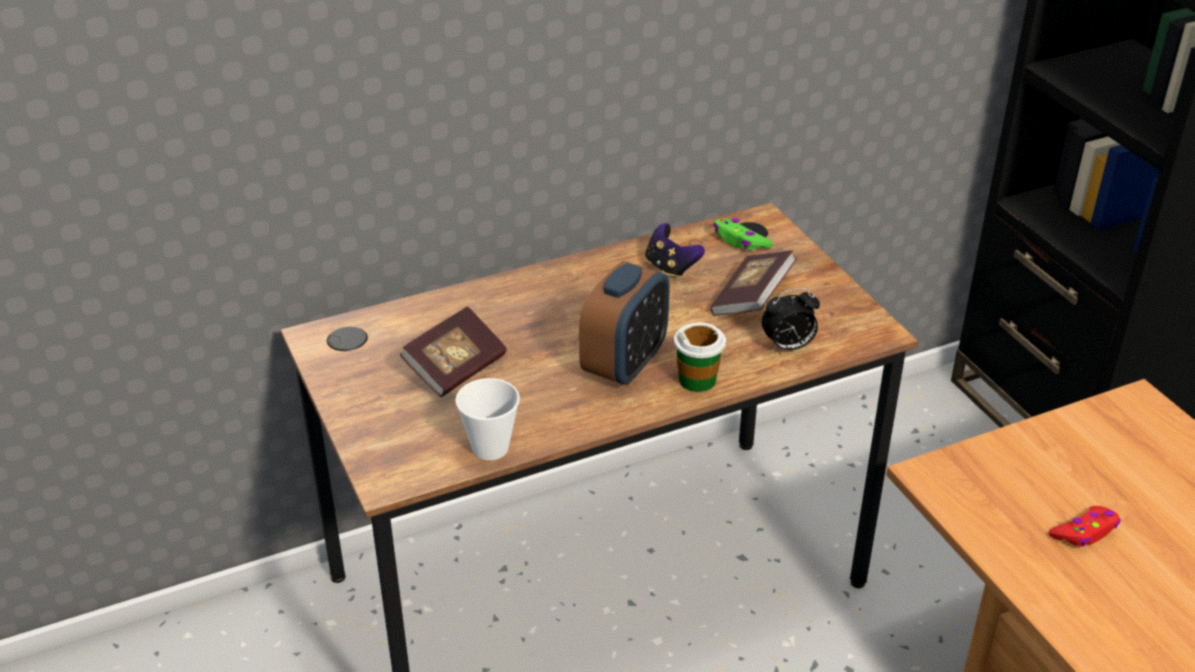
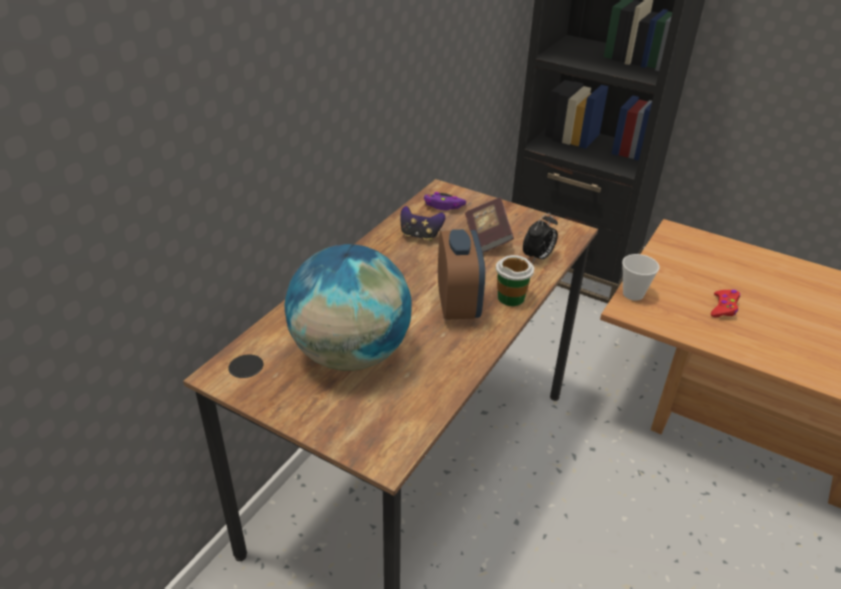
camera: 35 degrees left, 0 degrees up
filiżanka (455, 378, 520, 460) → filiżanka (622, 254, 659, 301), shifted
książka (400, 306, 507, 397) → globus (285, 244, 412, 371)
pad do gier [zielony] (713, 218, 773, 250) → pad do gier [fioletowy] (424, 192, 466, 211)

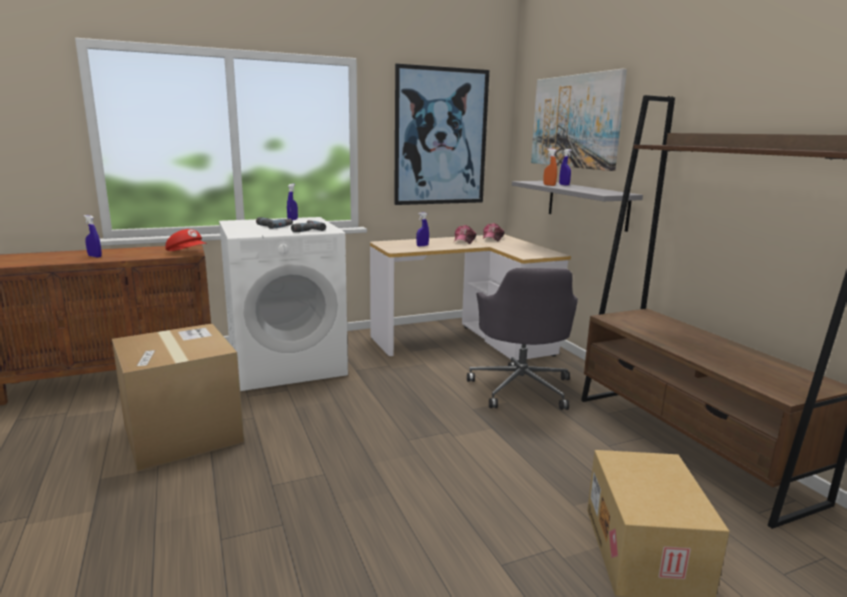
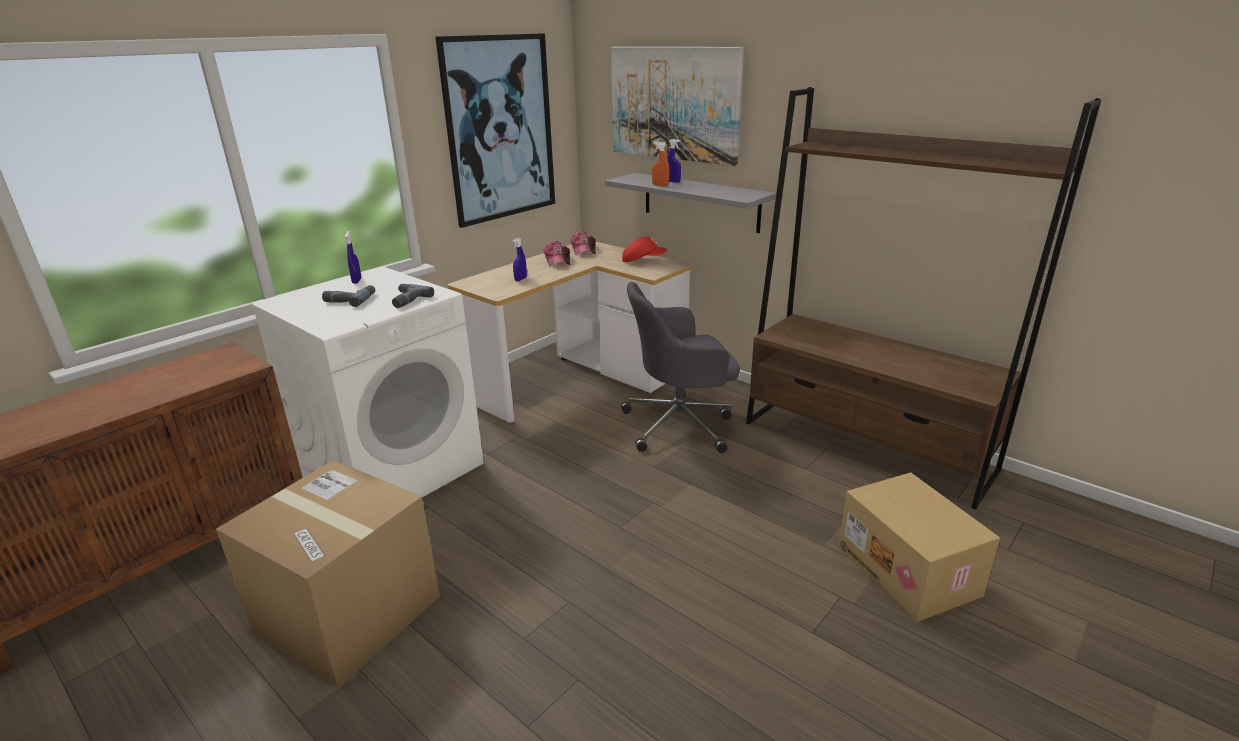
camera: 25 degrees left, 10 degrees up
spryskiwacz [niebieski] (84, 215, 102, 258) → -
czapka z daszkiem [czerwony] (165, 229, 207, 251) → czapka z daszkiem [czerwony] (622, 236, 667, 262), shifted
krzesło biurowe [szary] (467, 268, 578, 410) → krzesło biurowe [szary] (621, 282, 740, 453), 105 degrees clockwise

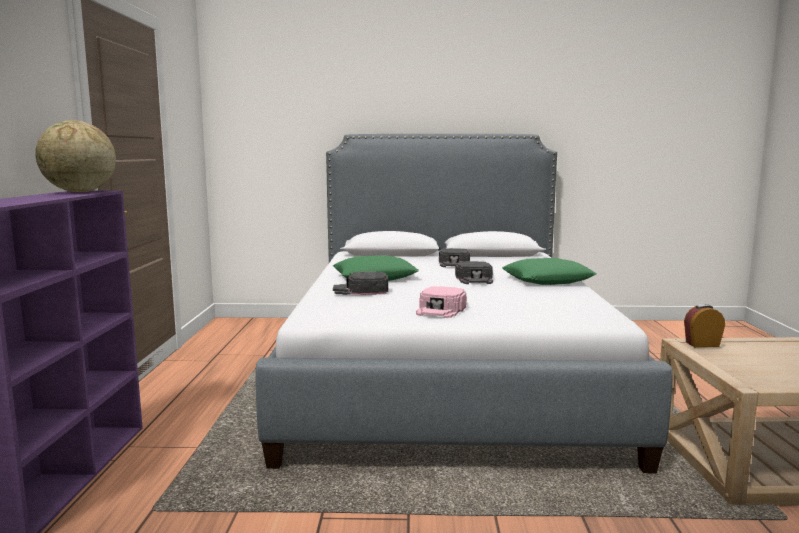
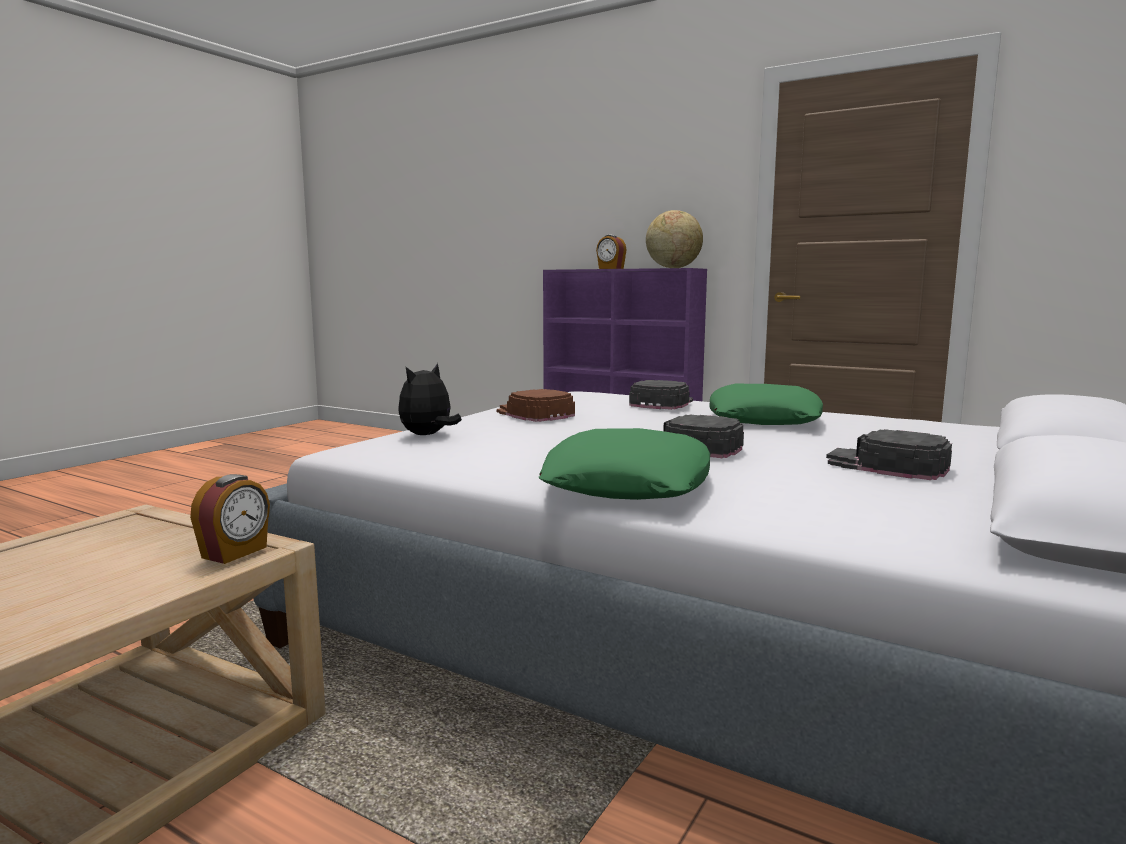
camera: 120 degrees right, 0 degrees up
- → pluszak (398, 363, 462, 435)
- → budzik (596, 235, 626, 269)
czapka z daszkiem [różowy] (416, 286, 467, 318) → czapka z daszkiem [brązowy] (496, 389, 575, 422)

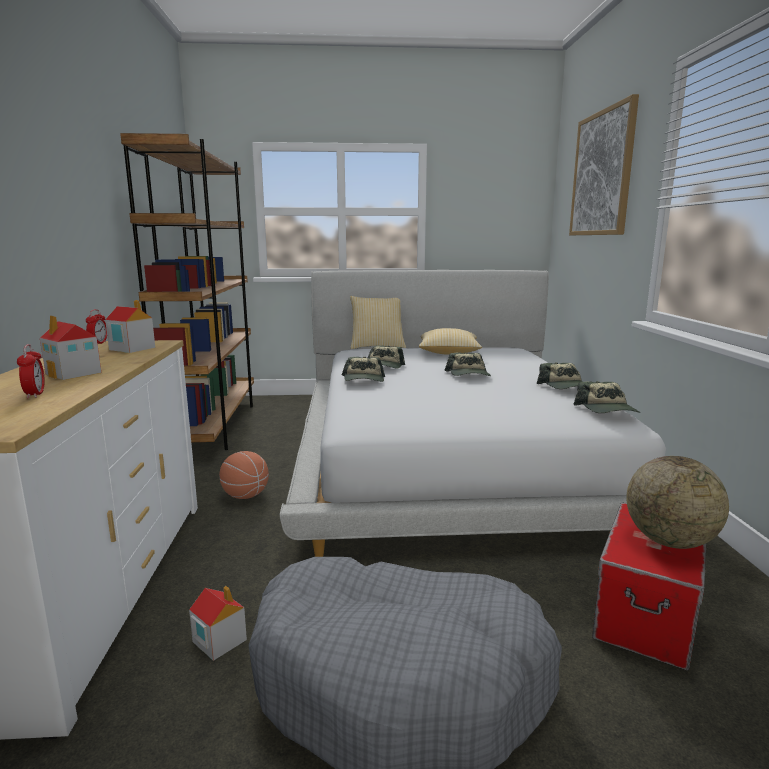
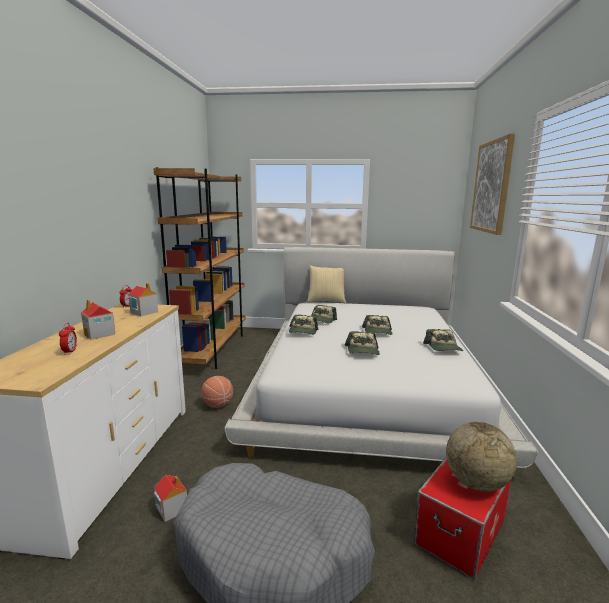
camera: 10 degrees right, 0 degrees up
poduszka (419, 328, 482, 355) → -
czapka z daszkiem (573, 381, 641, 413) → czapka z daszkiem (344, 331, 380, 355), shifted

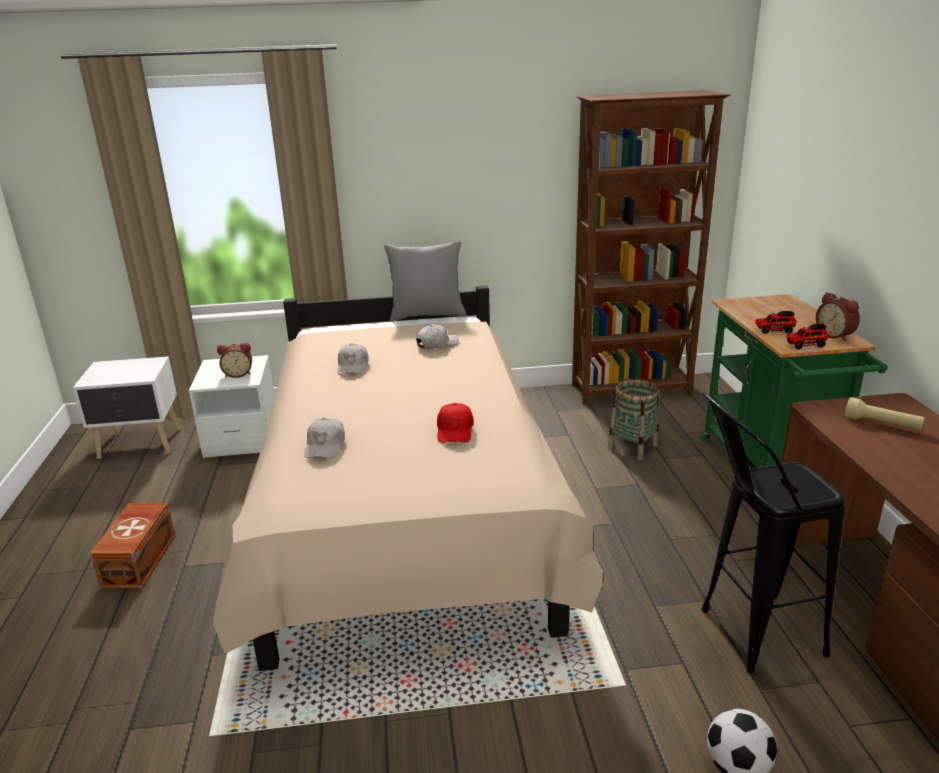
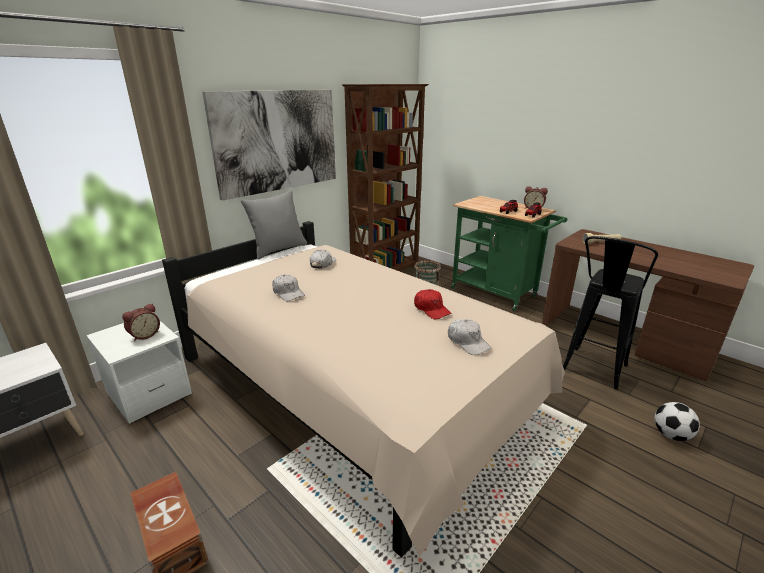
camera: 40 degrees left, 0 degrees up
- → obraz (202, 90, 336, 201)
czapka z daszkiem [biały] (304, 417, 345, 458) → czapka z daszkiem [biały] (448, 319, 492, 355), shifted

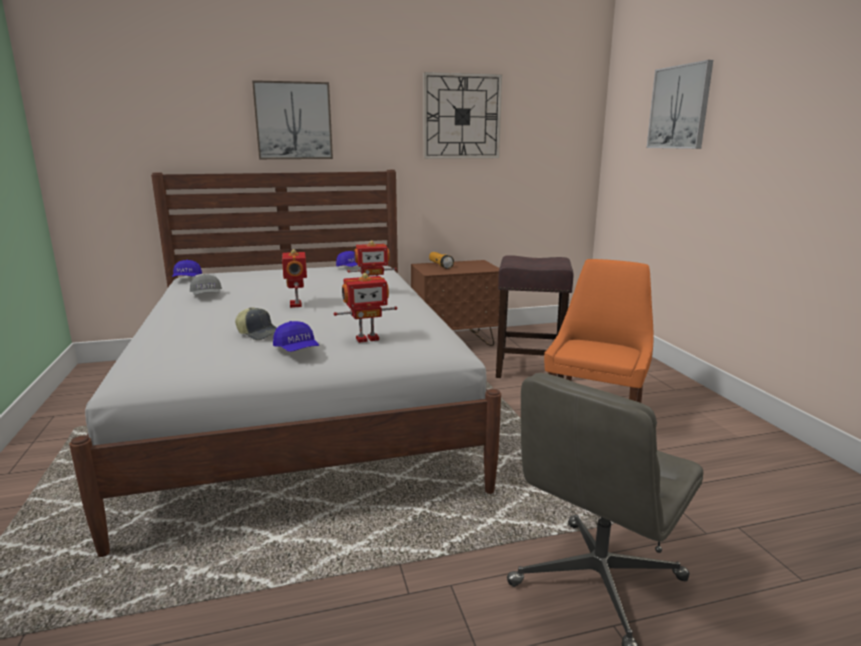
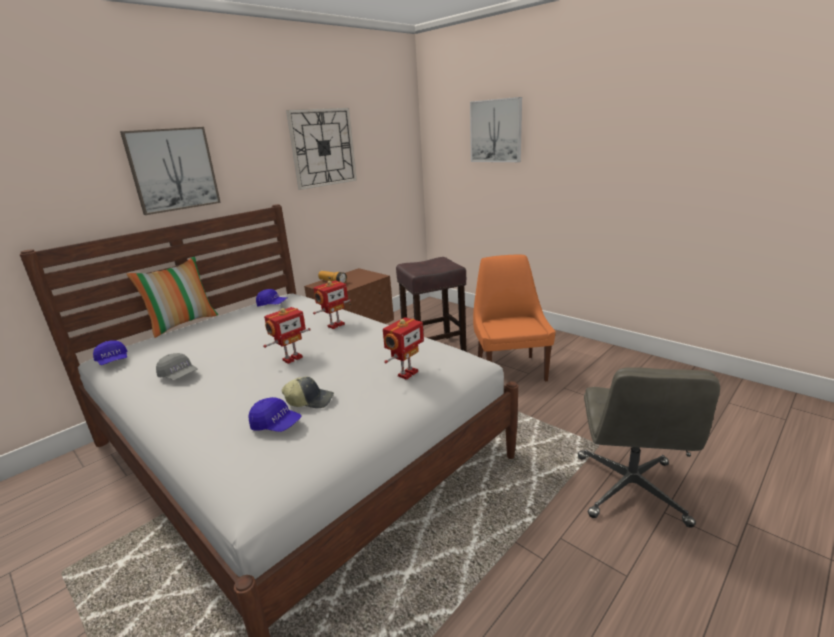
camera: 30 degrees left, 5 degrees up
- → poduszka (127, 257, 218, 338)
czapka z daszkiem [niebieski] (273, 321, 319, 352) → czapka z daszkiem [niebieski] (249, 397, 302, 432), shifted
robot zabawkowy (282, 249, 307, 308) → robot zabawkowy (263, 307, 311, 364), 90 degrees counterclockwise

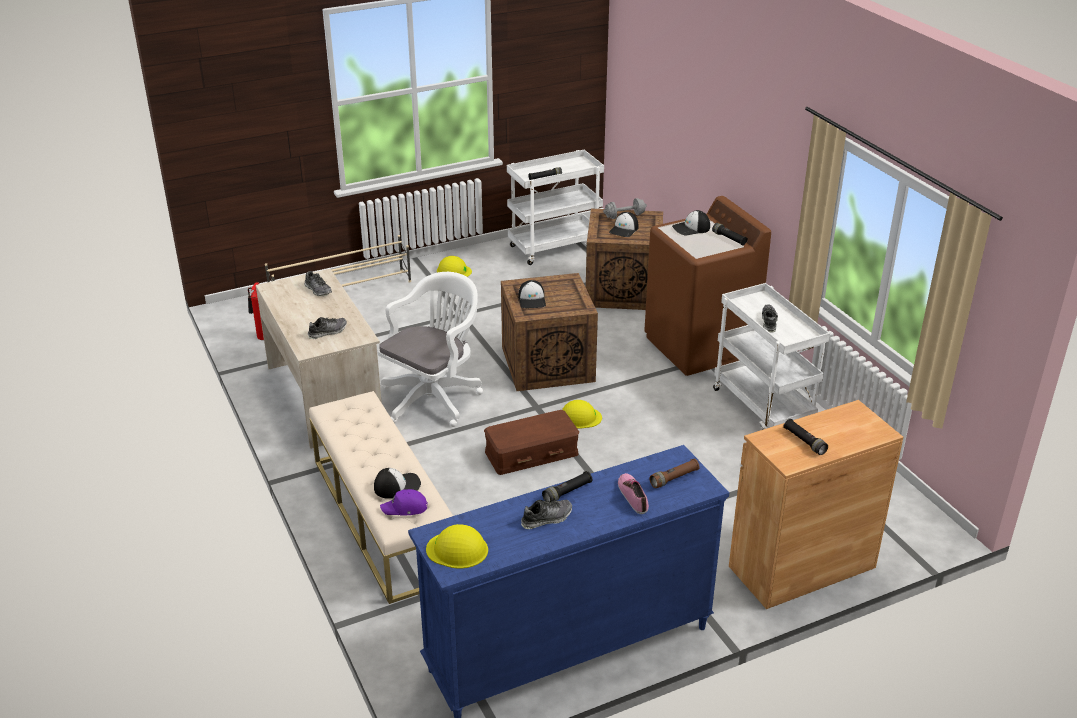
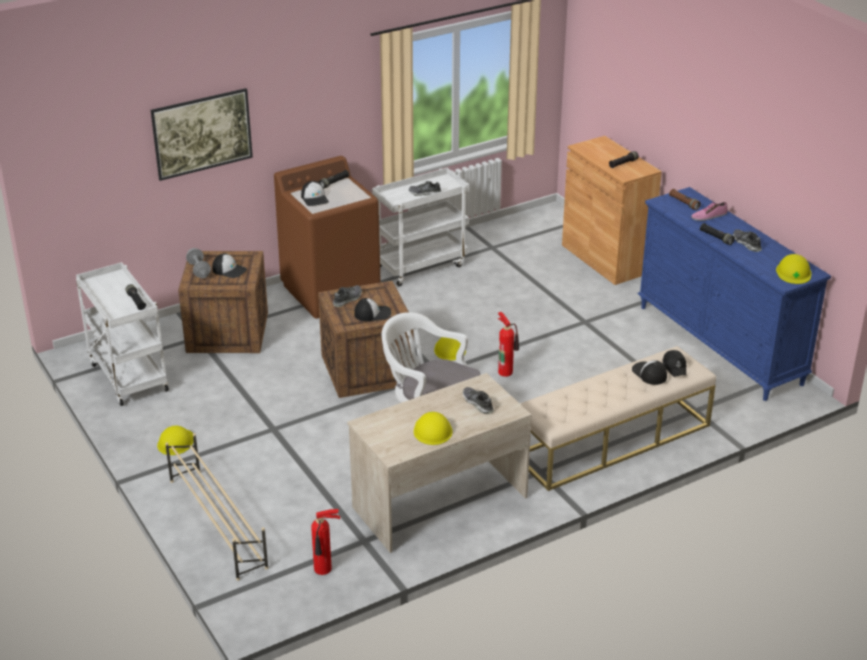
camera: 95 degrees left, 0 degrees up
- → obraz (151, 88, 253, 181)
- → kask [żółty] (414, 412, 452, 445)
but (304, 271, 332, 296) → but (333, 285, 362, 307), shifted
pojemnik do przechowywania [brązowy] (484, 410, 579, 475) → gaśnica (498, 312, 519, 377)
czapka z daszkiem [fioletowy] (380, 489, 428, 516) → czapka z daszkiem [czarny] (663, 350, 687, 377)

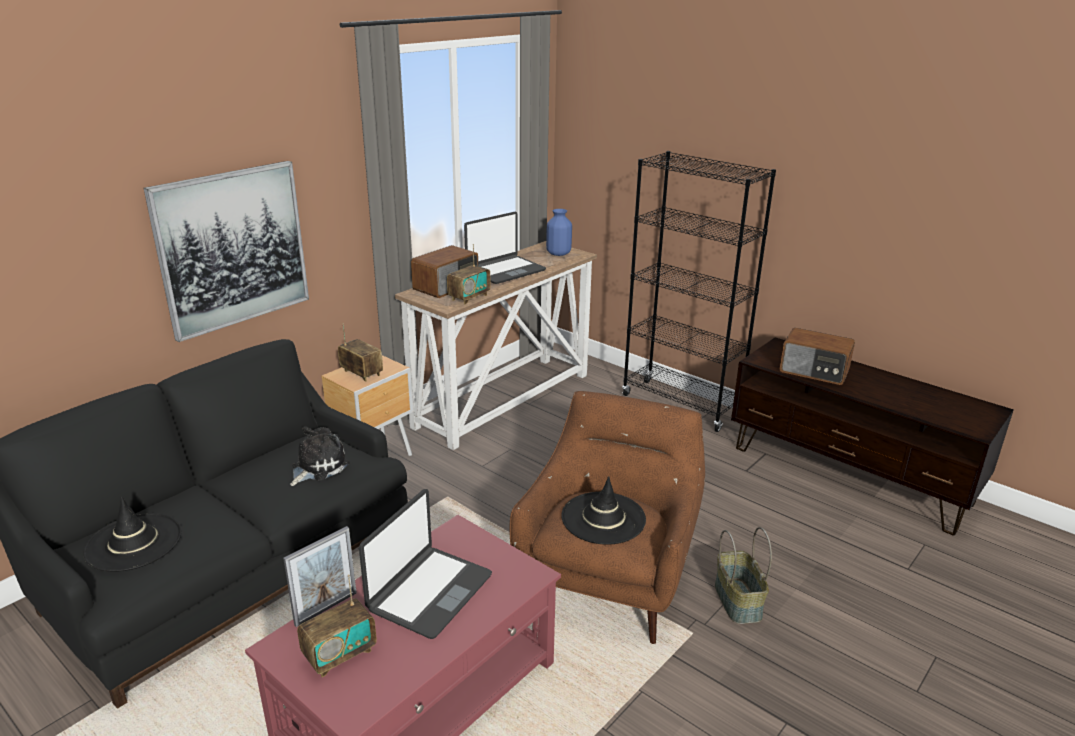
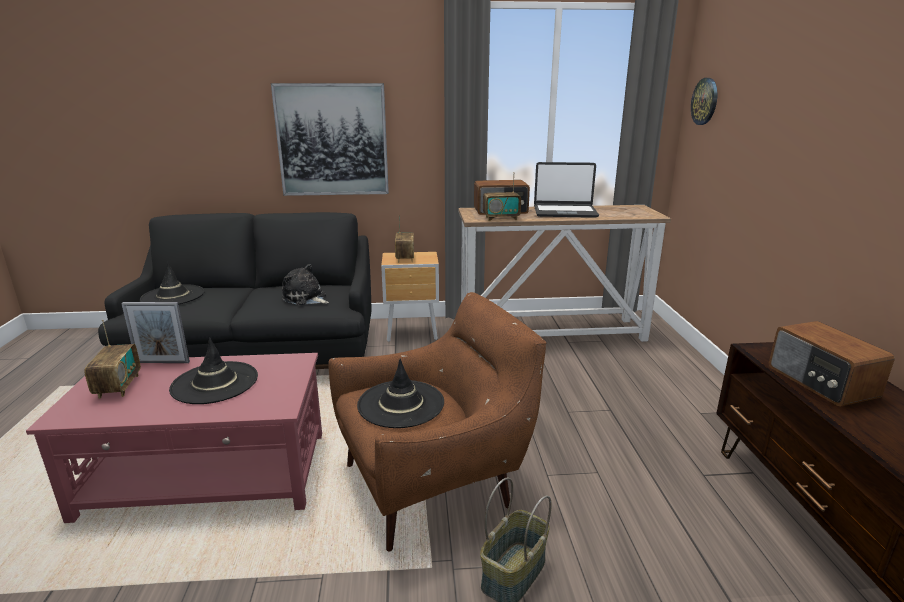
camera: 45 degrees right, 5 degrees down
wazon [niebieski] (546, 209, 572, 256) → -
regał [czarny] (622, 151, 776, 432) → -
- → zegar ścienny (691, 78, 717, 125)
laptop (359, 489, 492, 639) → kapelusz [czarny] (169, 337, 258, 404)
pluszak (290, 426, 350, 486) → pluszak (282, 264, 329, 305), 135 degrees counterclockwise
radio (297, 574, 377, 677) → radio (84, 320, 141, 399), 105 degrees counterclockwise

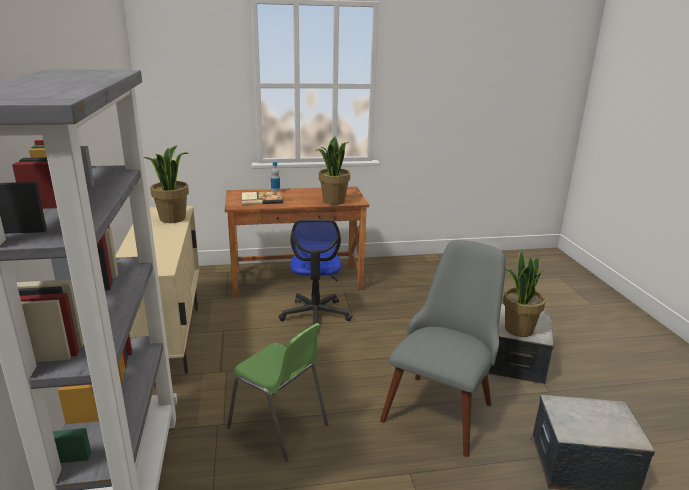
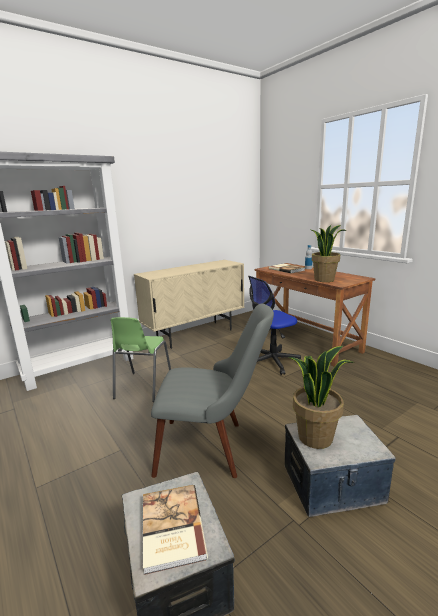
camera: 65 degrees right, 5 degrees down
roślina doniczkowa (143, 145, 189, 223) → -
- → książka (143, 485, 208, 575)

